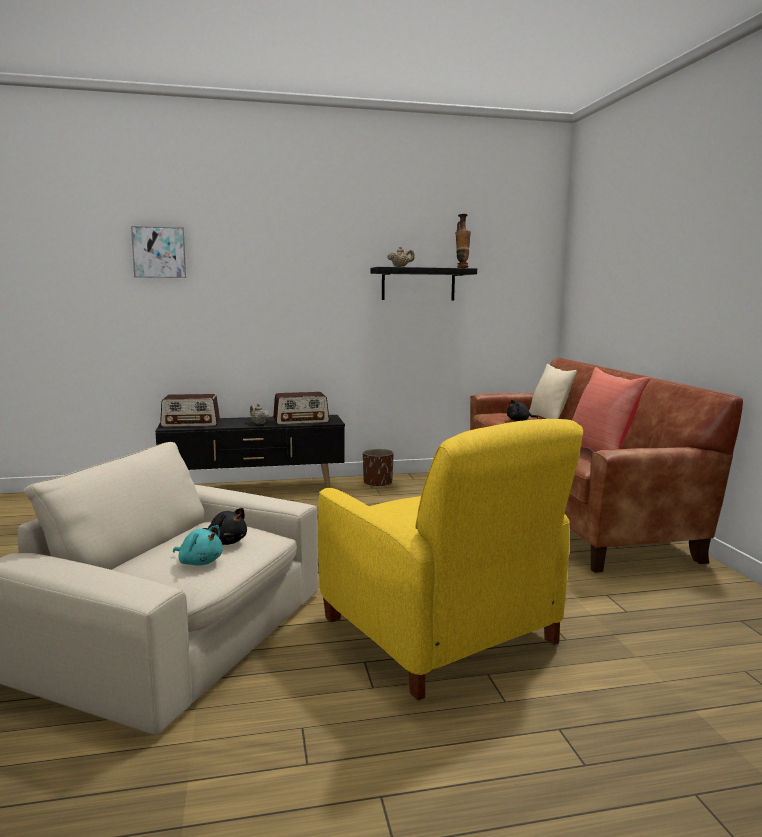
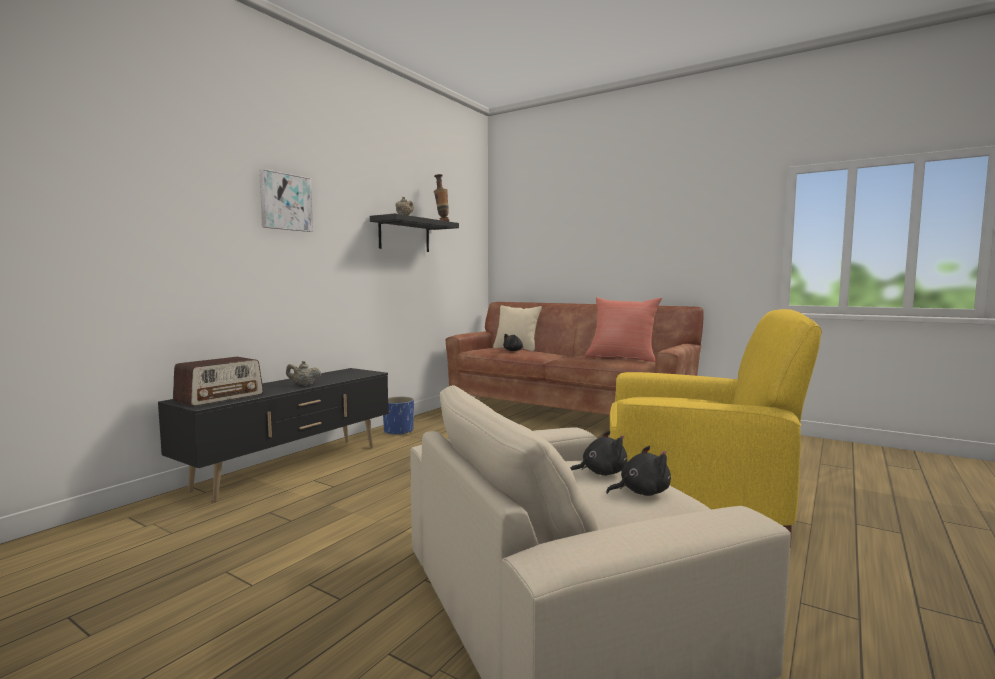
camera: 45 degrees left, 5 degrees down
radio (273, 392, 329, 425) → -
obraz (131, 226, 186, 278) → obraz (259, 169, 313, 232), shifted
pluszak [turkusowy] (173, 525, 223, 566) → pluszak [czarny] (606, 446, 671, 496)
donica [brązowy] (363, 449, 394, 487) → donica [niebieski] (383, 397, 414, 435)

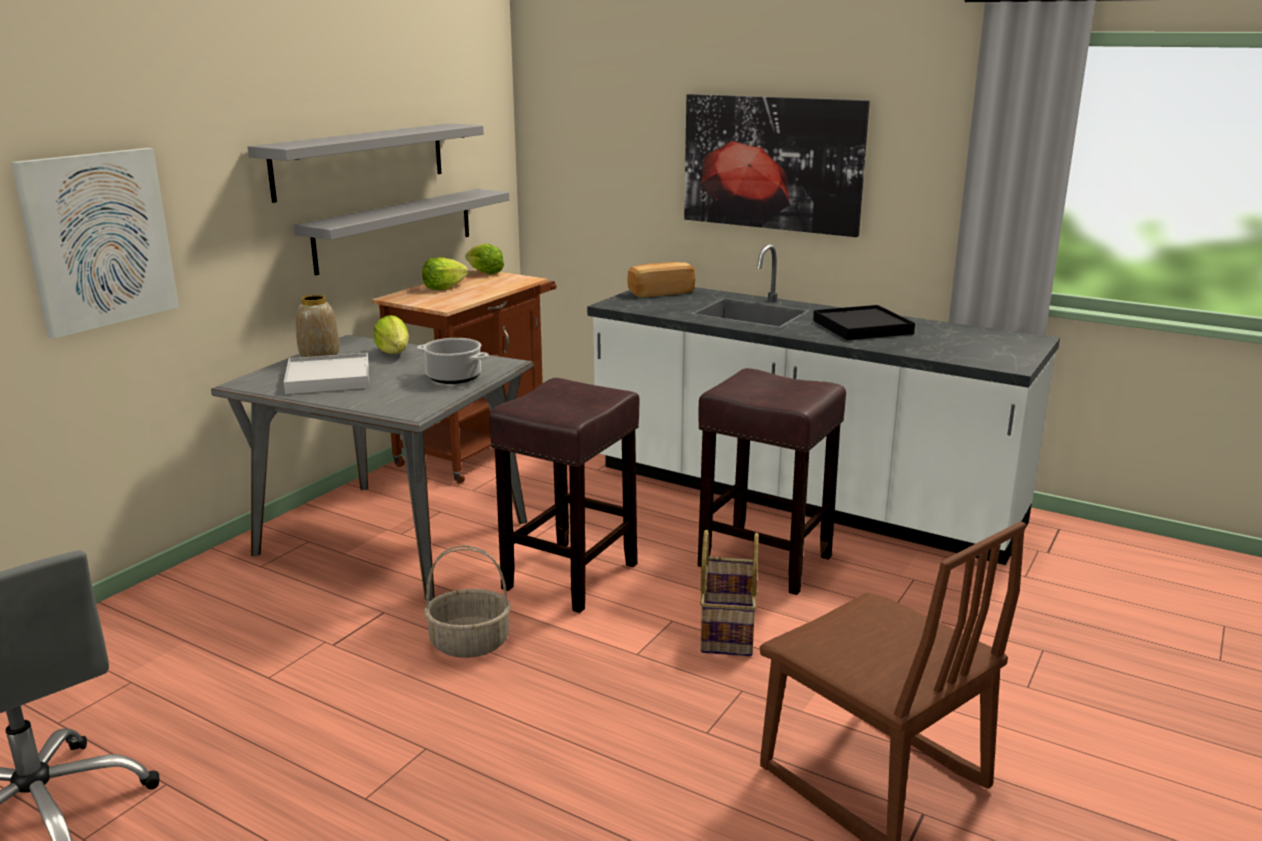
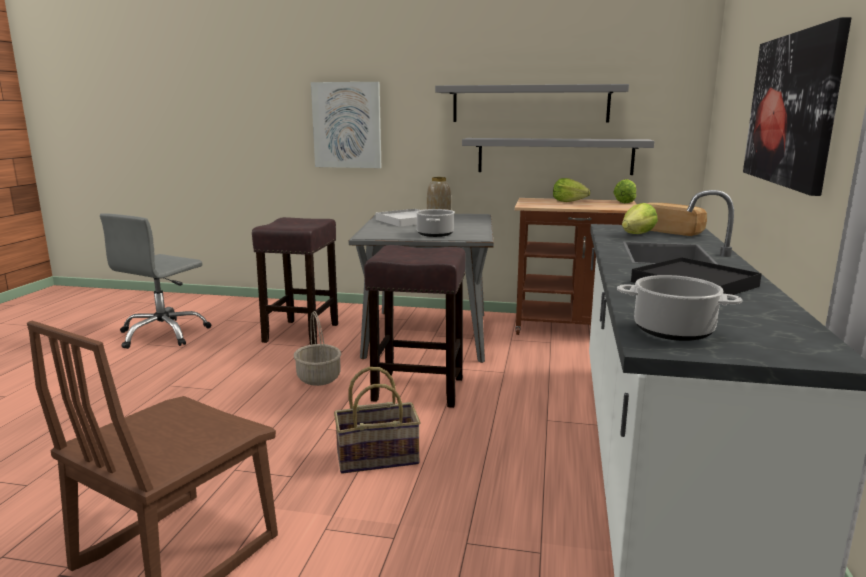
camera: 70 degrees right, 5 degrees down
- → garnek (617, 275, 742, 341)
sałata (374, 315, 409, 354) → sałata (622, 203, 658, 234), shifted
stołek [brązowy] (698, 368, 846, 595) → stołek [brązowy] (252, 217, 338, 345), shifted

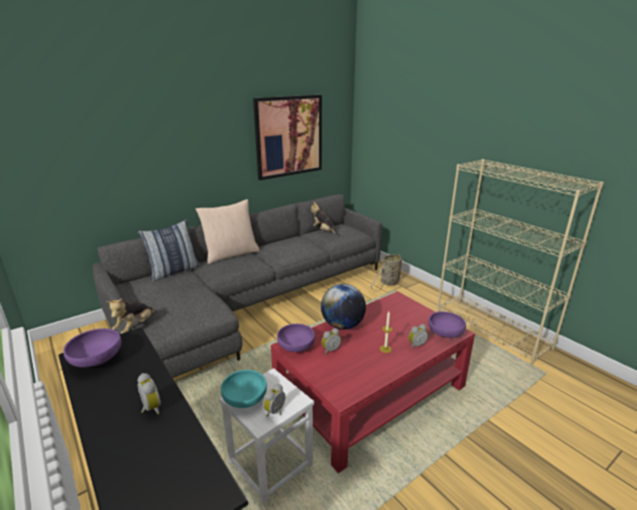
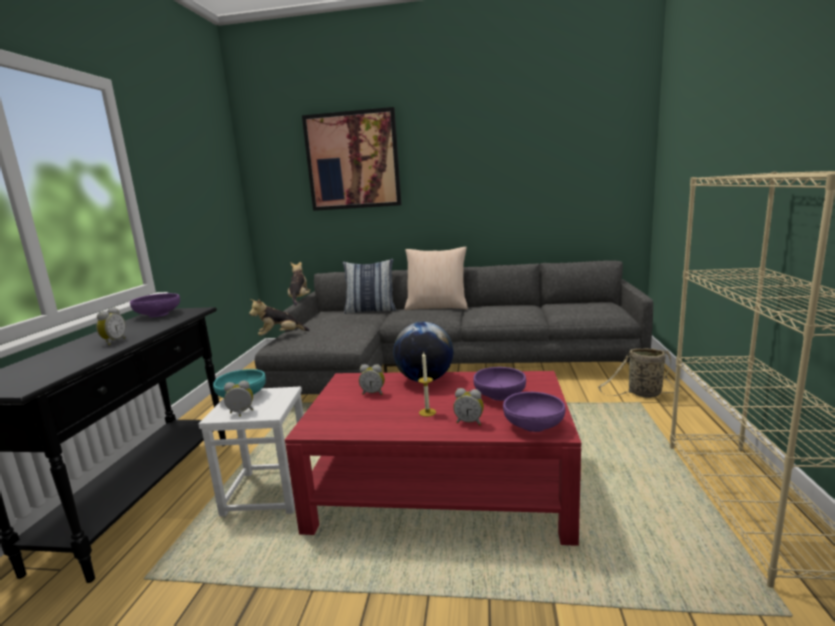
camera: 45 degrees right, 10 degrees down
obraz (253, 95, 322, 180) → obraz (302, 107, 402, 211), shifted
miska [fioletowy] (277, 324, 315, 352) → miska [fioletowy] (473, 367, 526, 401), shifted
pluszak (311, 202, 340, 236) → pluszak (288, 262, 310, 306), shifted

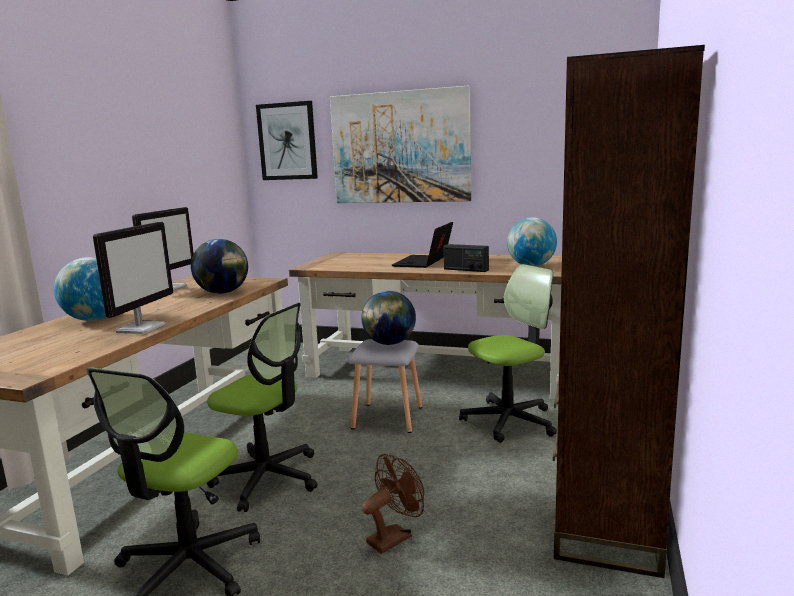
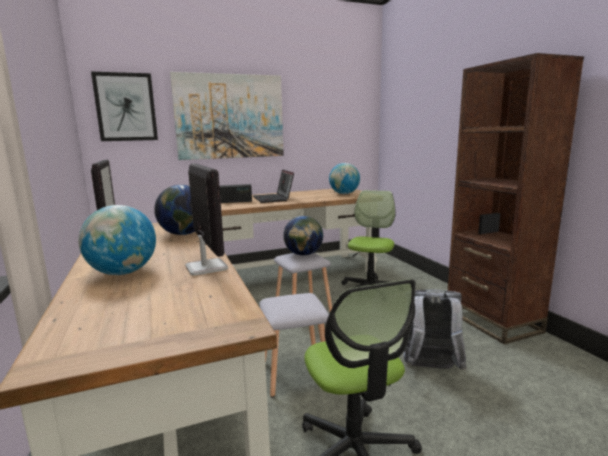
camera: 40 degrees left, 0 degrees up
radio (443, 244, 489, 272) → radio (220, 184, 252, 203), shifted
krzesło biurowe (207, 303, 318, 512) → stołek [szary] (259, 293, 329, 397)
wentylator [brązowy] (362, 454, 424, 554) → plecak [szary] (403, 289, 467, 370)

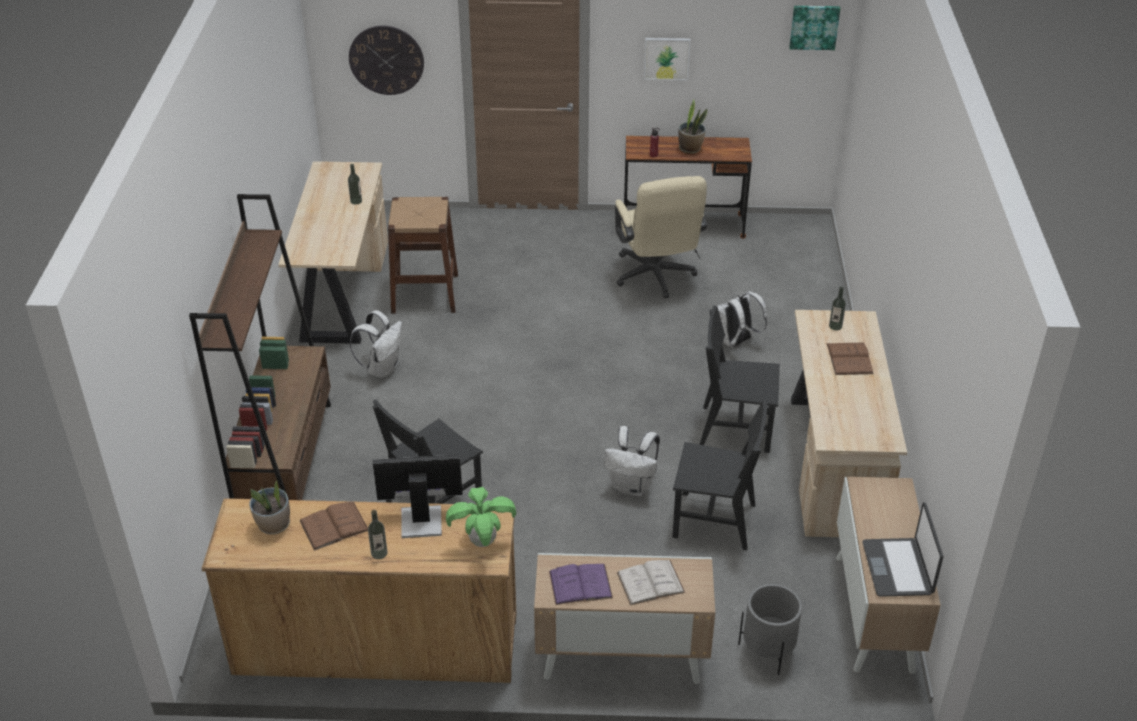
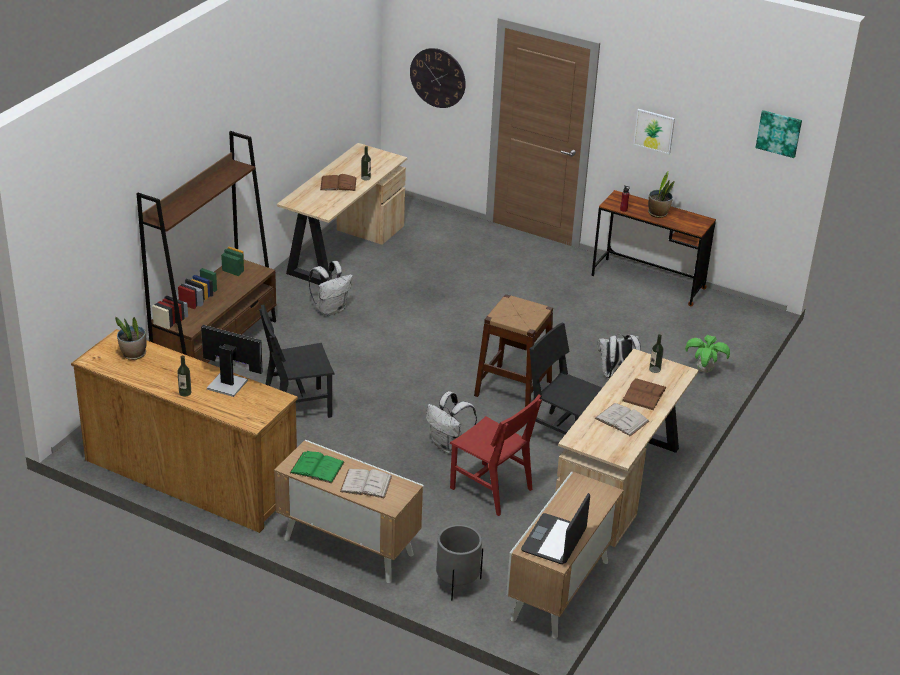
camera: 25 degrees right, 5 degrees down
krzesło biurowe [beżowy] (615, 176, 707, 298) → -
- → książka [biały] (595, 403, 649, 436)
książka [brązowy] (300, 502, 368, 551) → książka [brązowy] (320, 174, 356, 191), shifted
stołek [brązowy] (388, 197, 458, 313) → stołek [brązowy] (474, 294, 553, 407), shifted
roślina doniczkowa (446, 487, 516, 547) → roślina doniczkowa (685, 335, 730, 373), shifted
książka [fioletowy] (549, 564, 613, 605) → książka [zielony] (290, 451, 344, 483)
krzesło [czarny] (672, 400, 769, 550) → krzesło [czerwony] (450, 394, 542, 516)

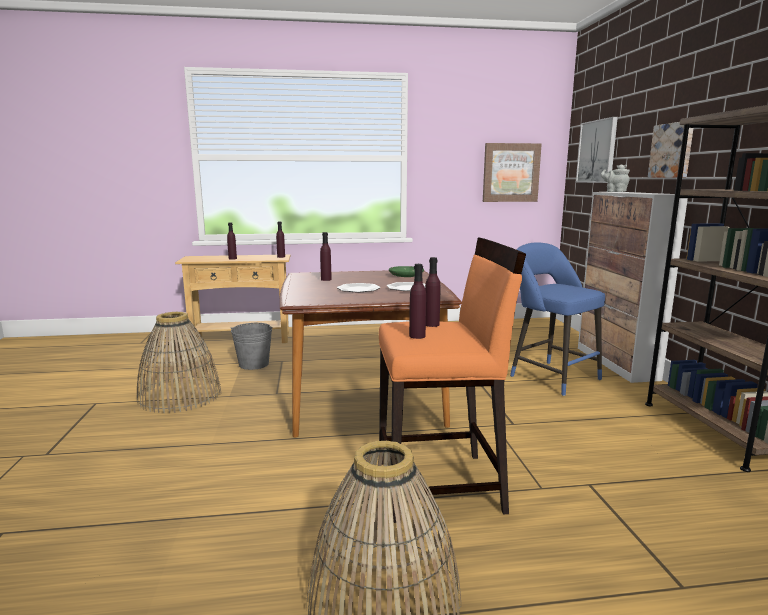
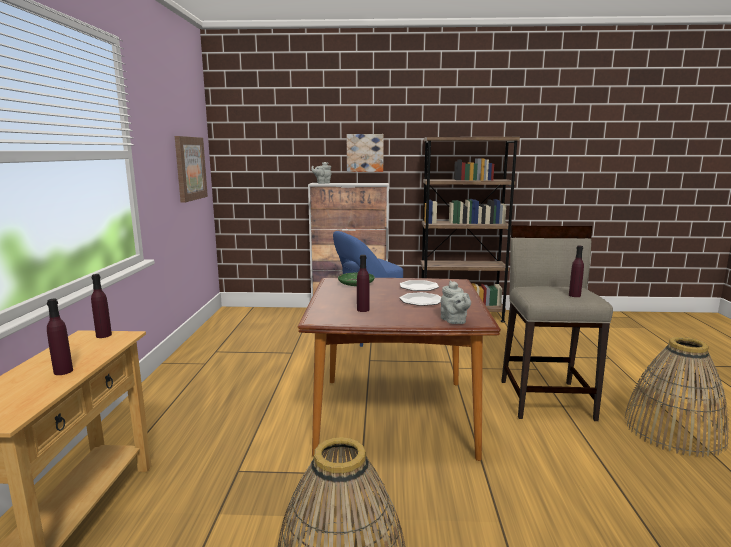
camera: 80 degrees left, 0 degrees up
wiadro [szary] (231, 322, 273, 370) → -
butelka [fioletowy] (425, 257, 440, 327) → -
obraz (576, 117, 618, 183) → -
- → imbryk [szary] (441, 280, 471, 324)
stołek [pomarańczowy] (379, 237, 526, 523) → stołek [beżowy] (501, 225, 613, 421)

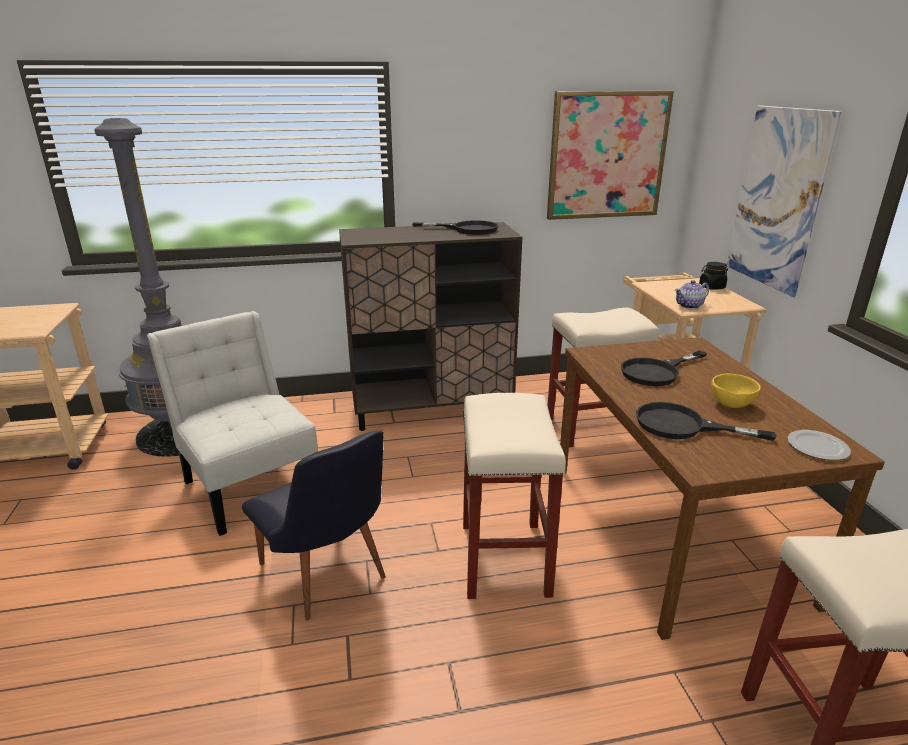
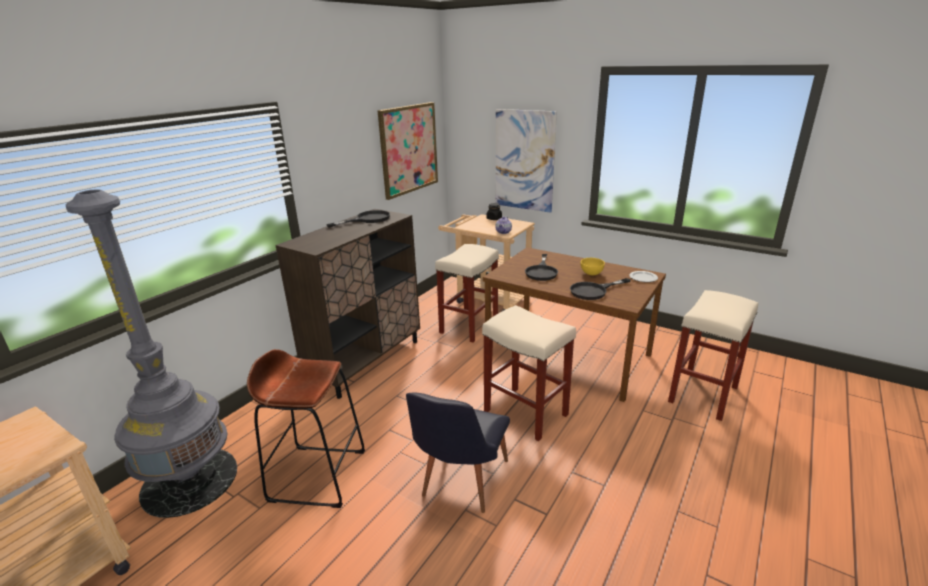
camera: 45 degrees left, 0 degrees up
krzesło [biały] (147, 311, 318, 536) → stołek [brązowy] (247, 349, 365, 508)
krzesło [czarny] (242, 431, 386, 620) → krzesło [czarny] (406, 393, 510, 513), 105 degrees clockwise

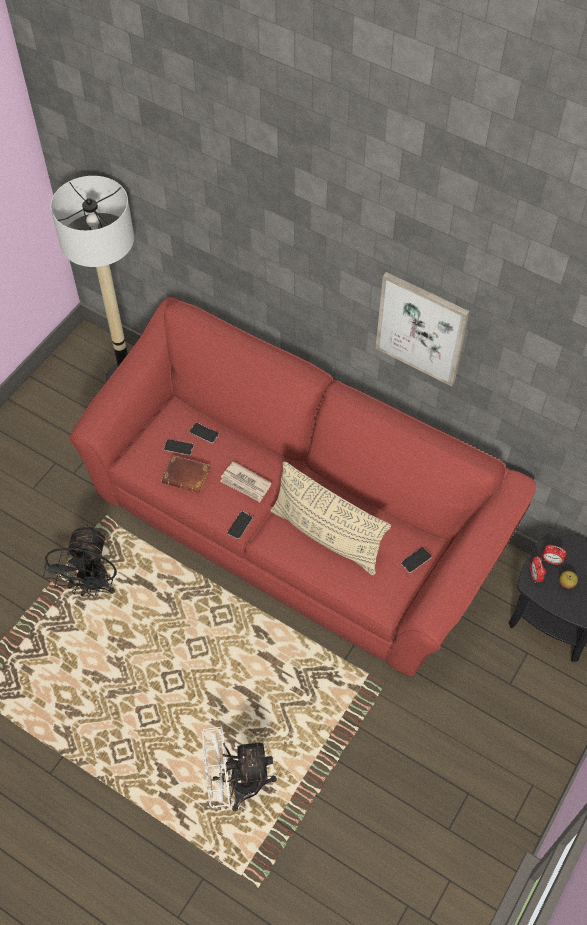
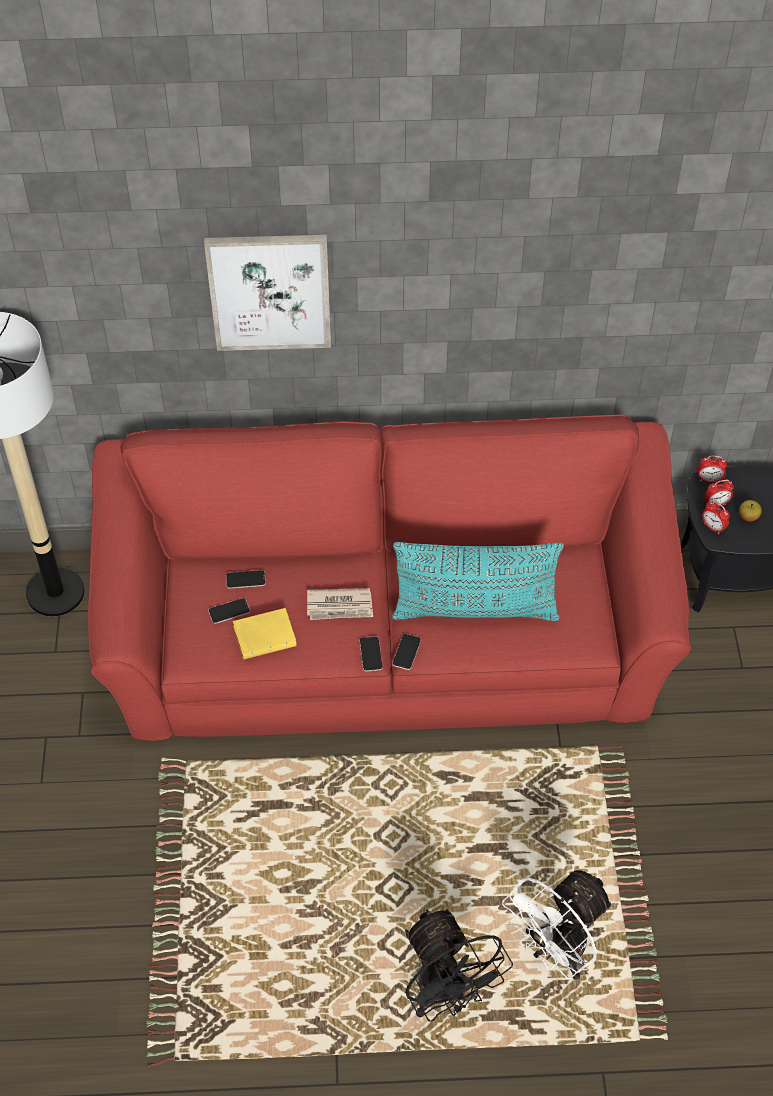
camera: 35 degrees left, 5 degrees down
- → budzik (698, 455, 727, 483)
wentylator [czarny] (43, 524, 117, 597) → wentylator [czarny] (405, 909, 513, 1022), shifted
obraz (375, 272, 469, 386) → obraz (204, 235, 331, 351), shifted
telefon (401, 547, 432, 573) → telefon (392, 634, 421, 670), shifted
książka [brązowy] (162, 455, 210, 493) → książka [żółty] (233, 608, 297, 659)
poduszka [beżowy] (270, 462, 391, 575) → poduszka [turkusowy] (392, 542, 564, 621)

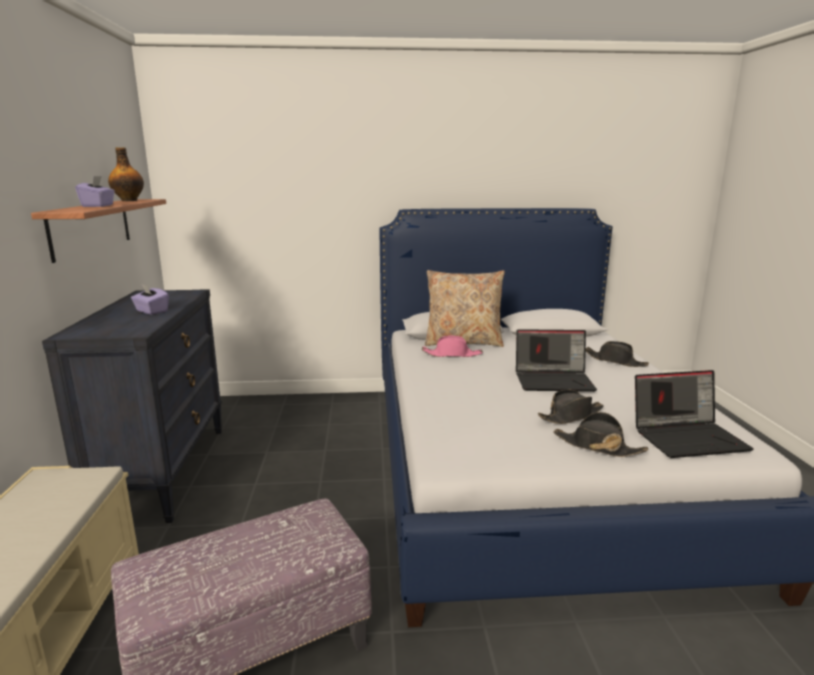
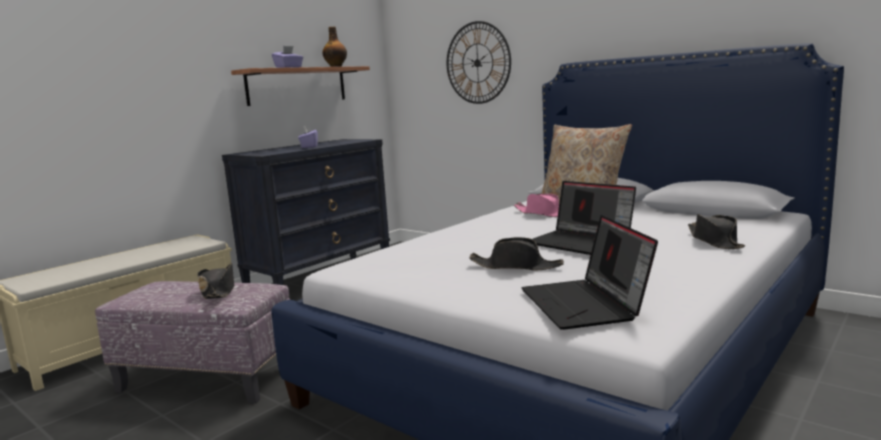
camera: 45 degrees right, 5 degrees down
- → zegar ścienny (447, 21, 511, 104)
kapelusz [czarny] (553, 412, 648, 457) → kapelusz [czarny] (197, 263, 234, 299), shifted
laptop (635, 370, 754, 458) → laptop (522, 215, 658, 330), 45 degrees clockwise

